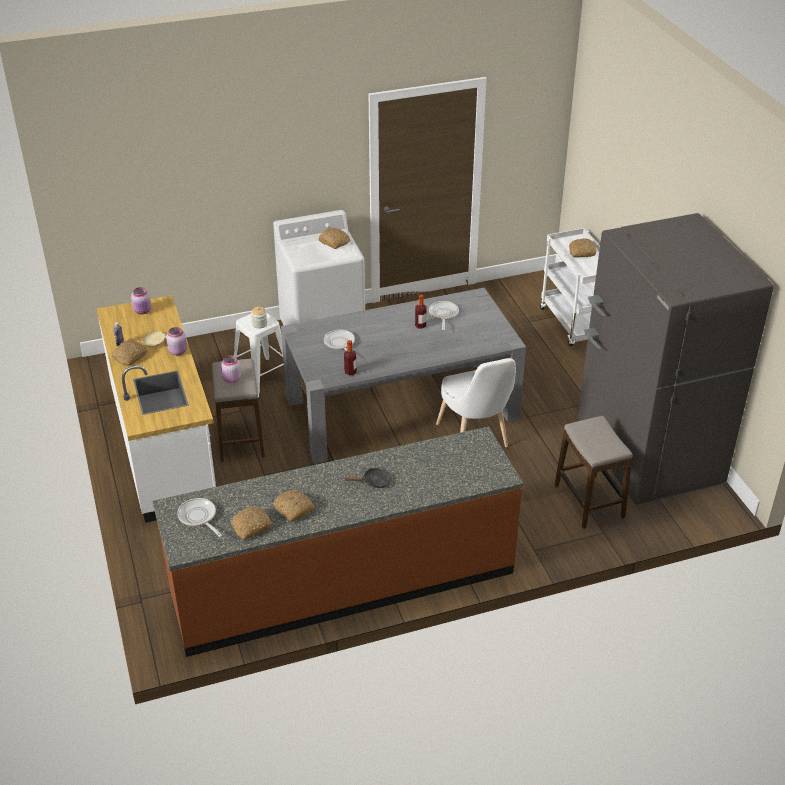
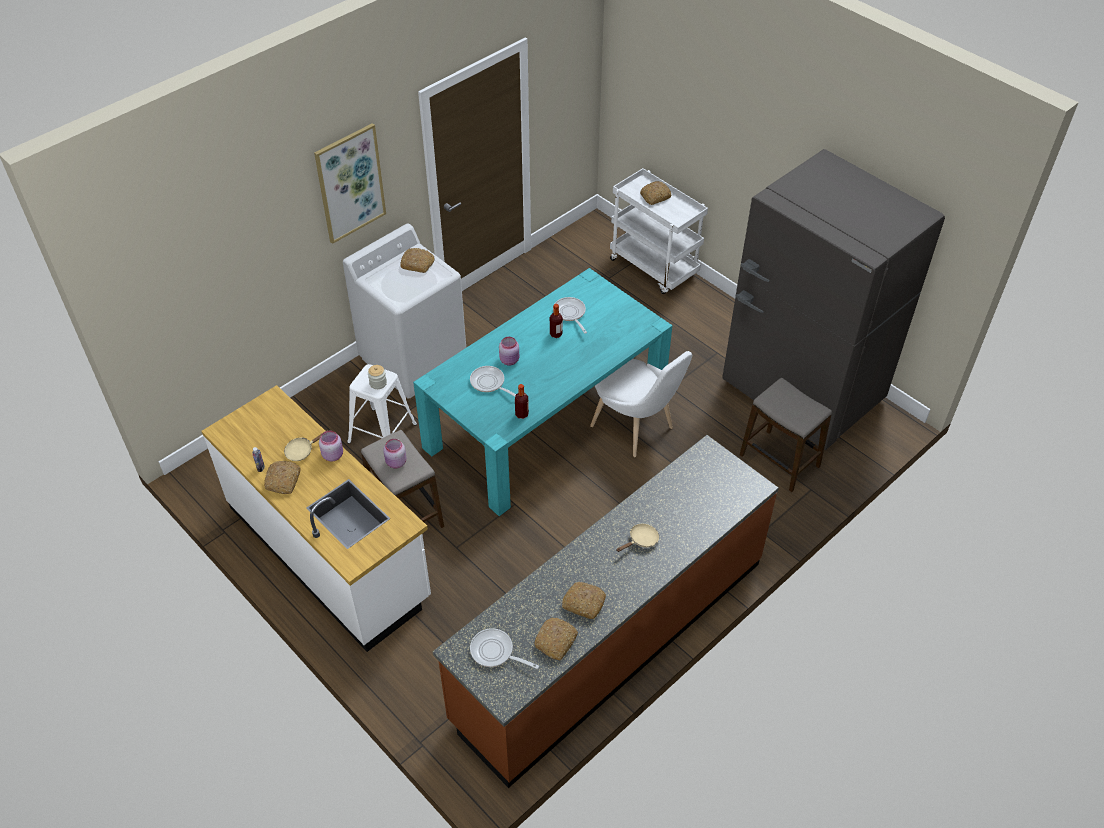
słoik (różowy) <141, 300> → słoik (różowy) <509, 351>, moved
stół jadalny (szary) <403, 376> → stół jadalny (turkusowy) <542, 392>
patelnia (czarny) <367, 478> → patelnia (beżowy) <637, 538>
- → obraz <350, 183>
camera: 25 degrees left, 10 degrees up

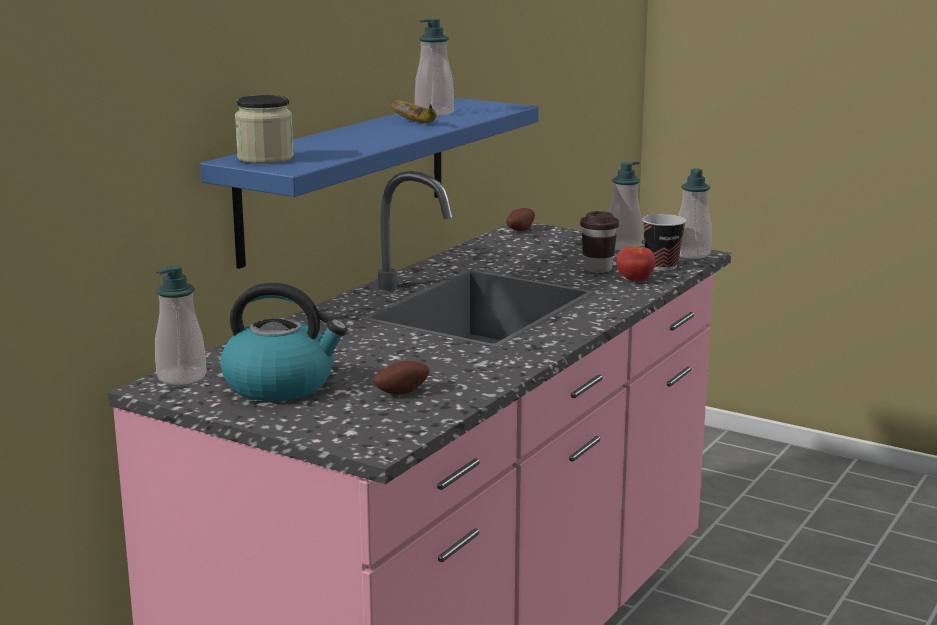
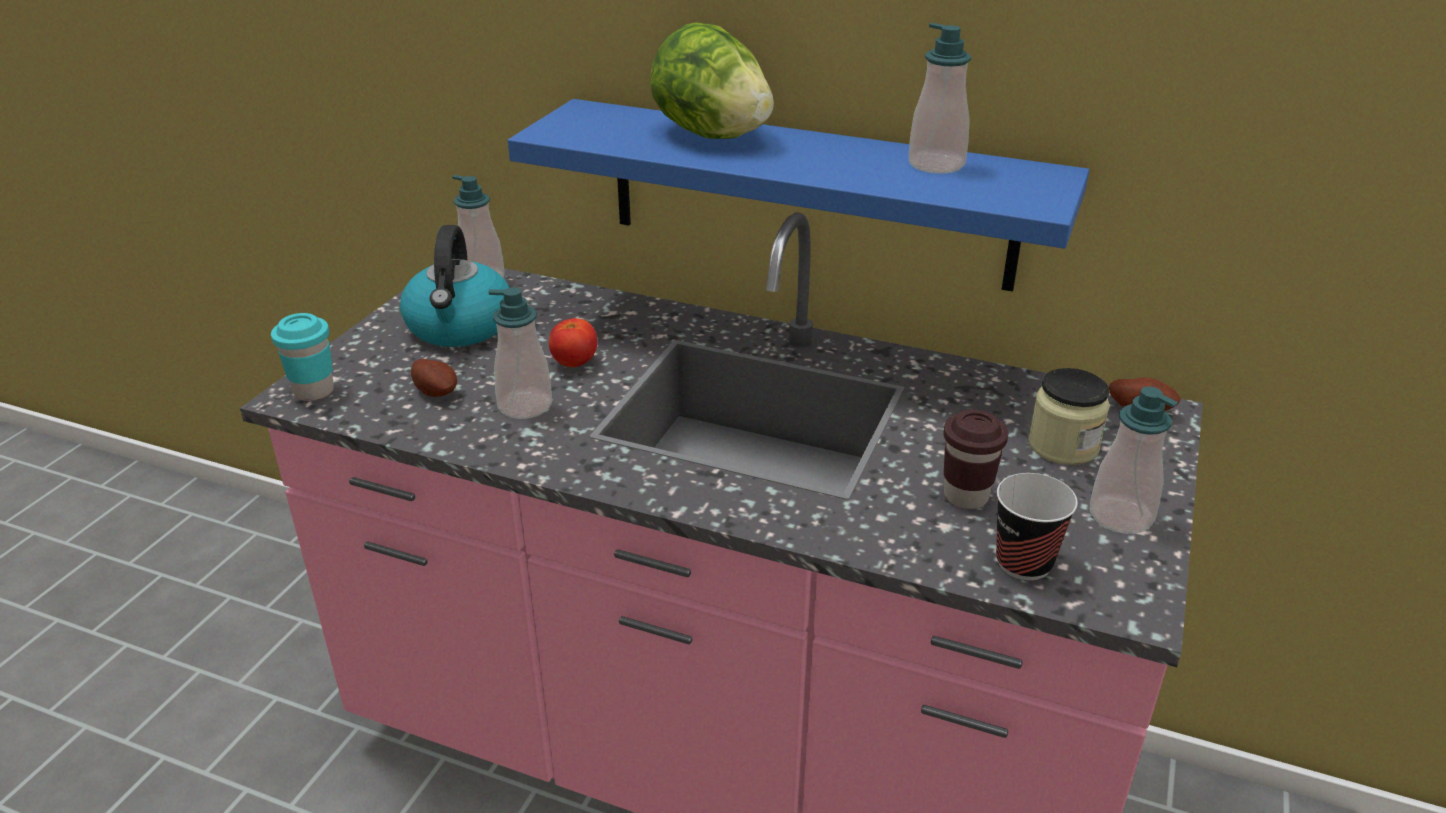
słoik <264, 129> → słoik <1069, 416>, moved
banan <413, 111> → -
pomidor <636, 263> → pomidor <573, 342>, moved
dozownik mydła <695, 213> → dozownik mydła <520, 353>, moved
- → filiżanka (turkusowy) <302, 357>
- → sałata <712, 80>
camera: 80 degrees right, 15 degrees up

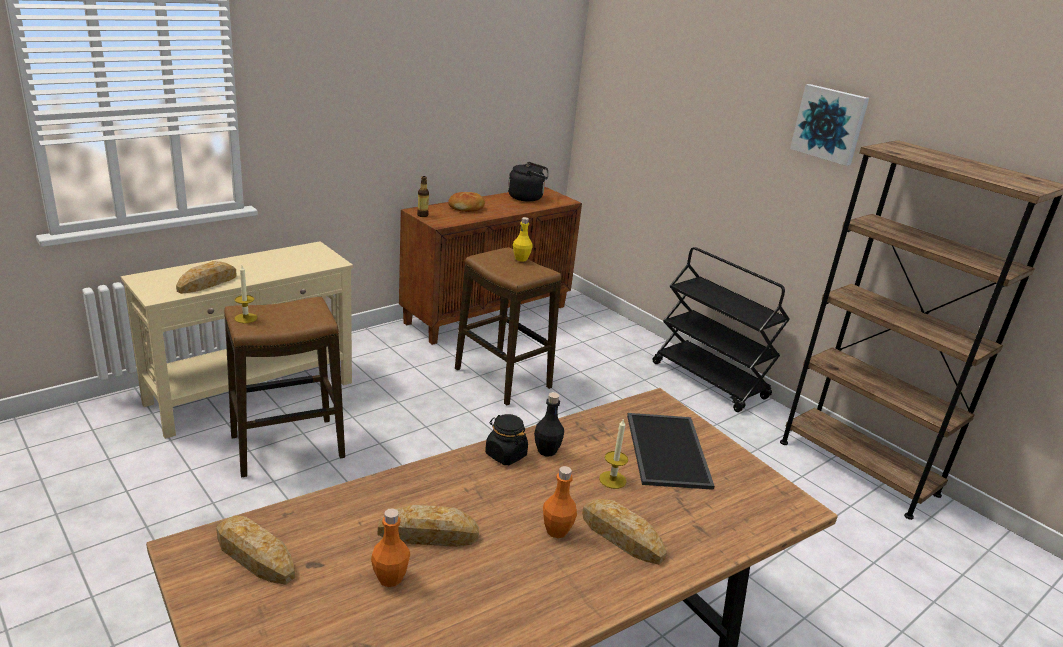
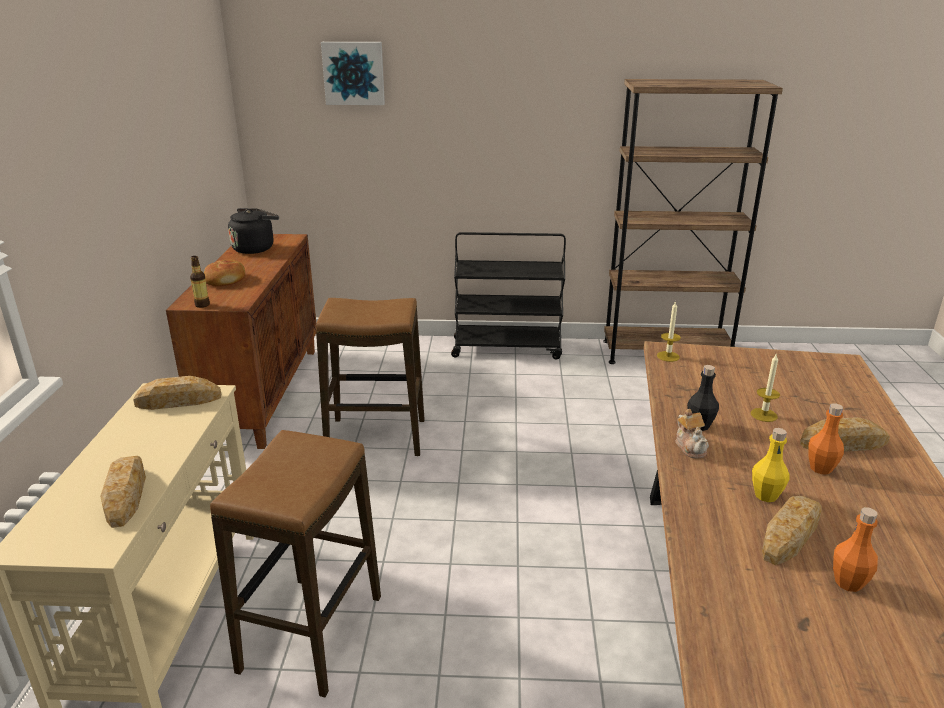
chleb <255, 550> → chleb <177, 393>, moved
świeca <246, 294> → świeca <669, 331>, moved
słoik (czarny) <506, 439> → imbryk <692, 434>
butelka (żółty) <523, 239> → butelka (żółty) <770, 465>, moved
taca <671, 451> → -
obraz <829, 125> → obraz <353, 73>, moved
camera: 45 degrees left, 0 degrees up

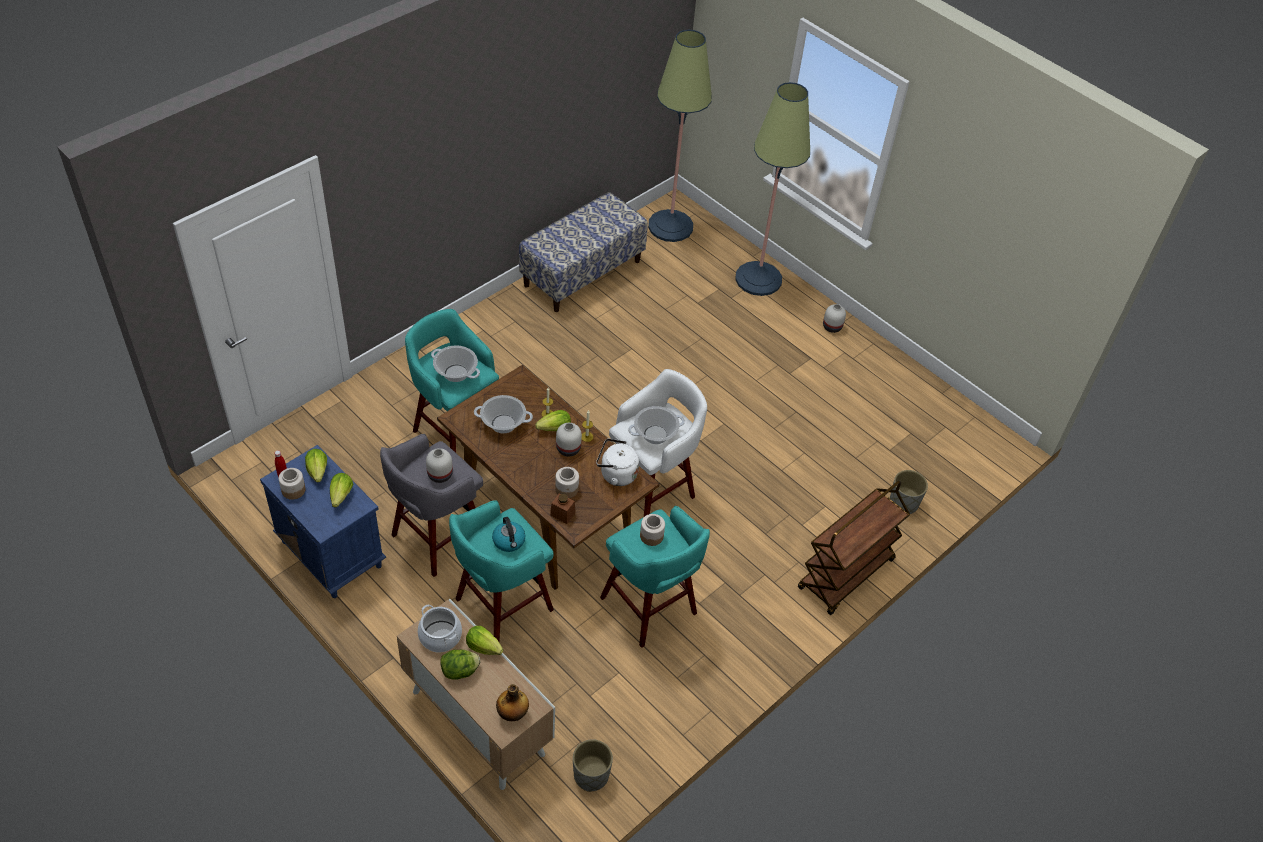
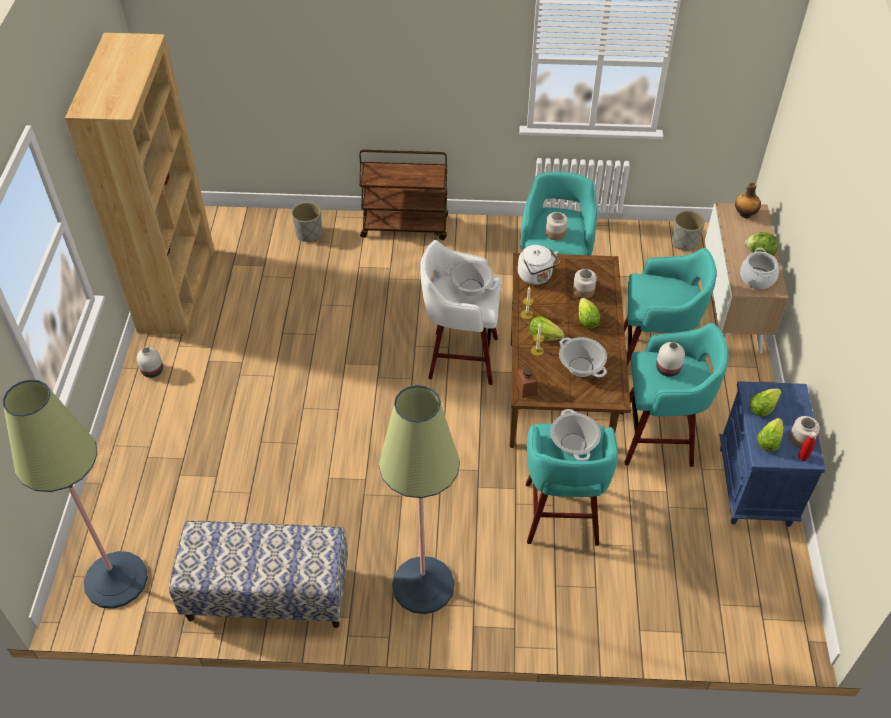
stołek (szary) <431, 505> → stołek (turkusowy) <674, 395>
sałata <484, 640> → sałata <589, 313>, moved
czajnik <508, 534> → -
słoik (brązowy) <562, 508> → słoik (brązowy) <527, 382>, moved
wazon (biały) <569, 440> → -
lampa stojąca <772, 189> → lampa stojąca <419, 499>, moved
- → regał (brązowy) <139, 183>
camera: 130 degrees left, 0 degrees up

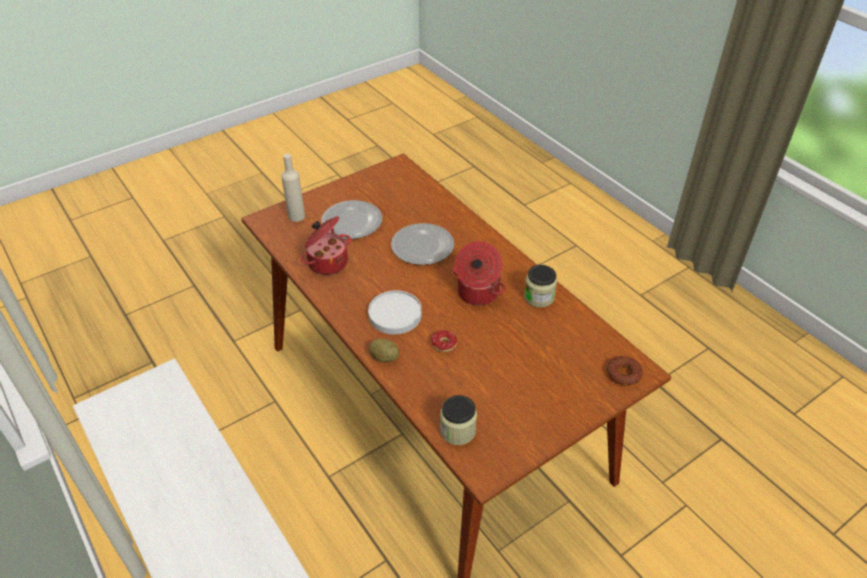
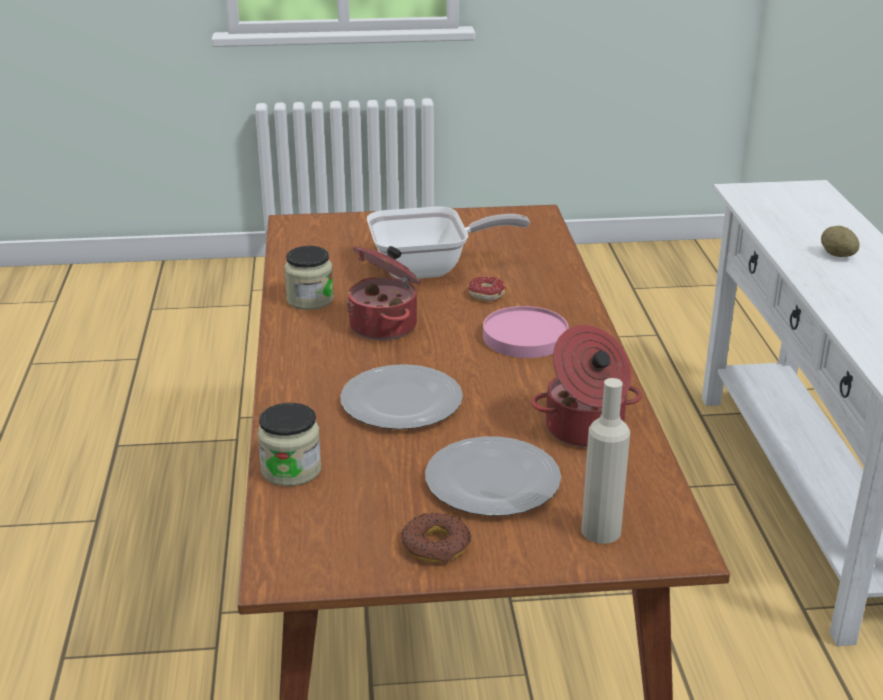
talerz (biały) <395, 312> → talerz (różowy) <526, 332>
ziemniak <384, 350> → ziemniak <840, 241>, moved
słoik <458, 420> → słoik <289, 444>, moved
donut <625, 371> → donut <436, 537>, moved
- → patelnia <448, 243>
camera: 150 degrees left, 15 degrees down

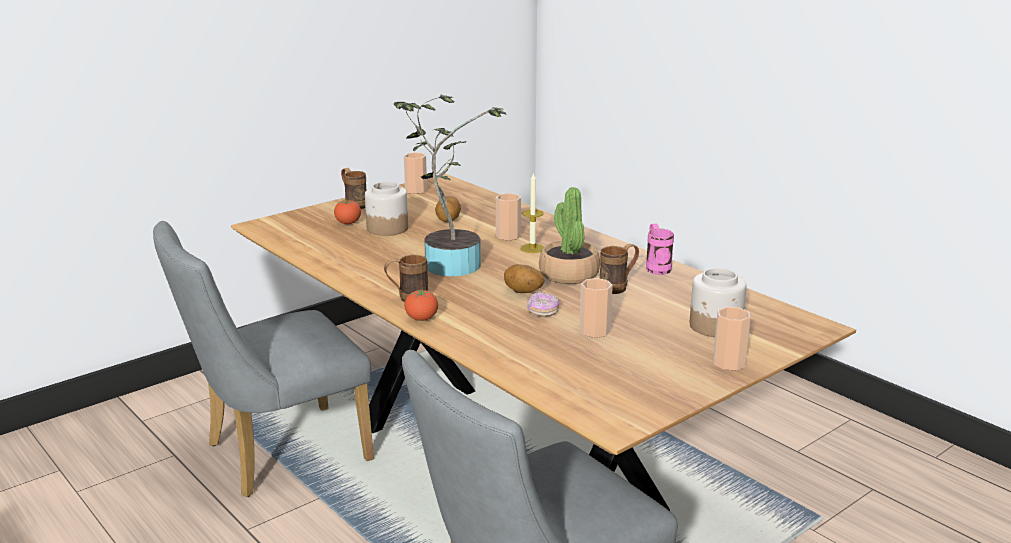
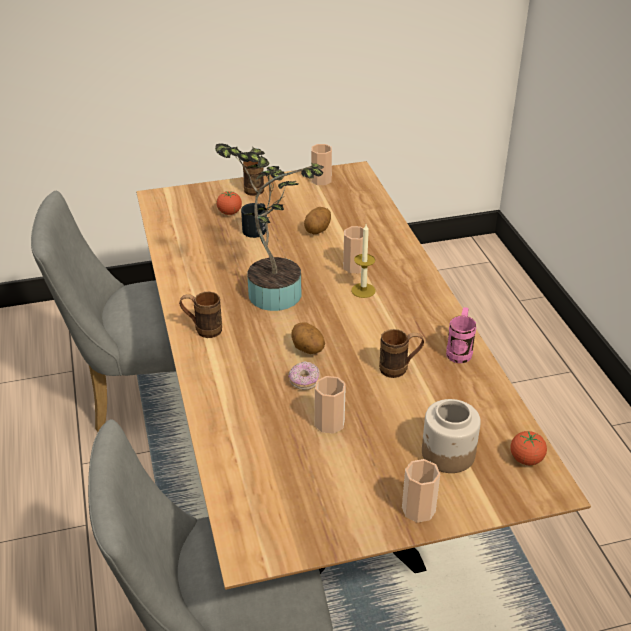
słoik <386, 209> → kubek (czarny) <253, 220>
pomidor <421, 305> → pomidor <529, 448>, moved
roślina doniczkowa <569, 235> → -
camera: 25 degrees right, 15 degrees up

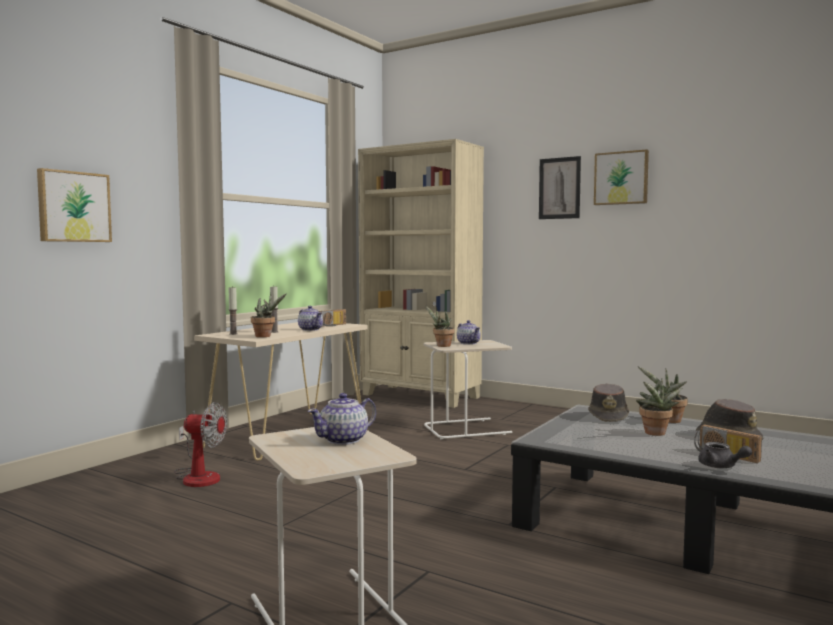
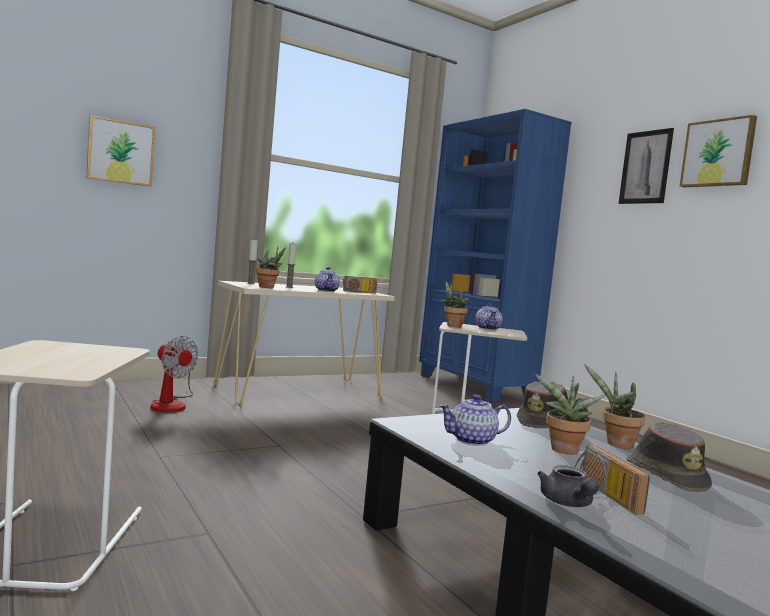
imbryk <342, 419> → imbryk <474, 420>, moved
regał (beżowy) <421, 273> → regał (niebieski) <495, 256>
camera: 25 degrees right, 0 degrees up

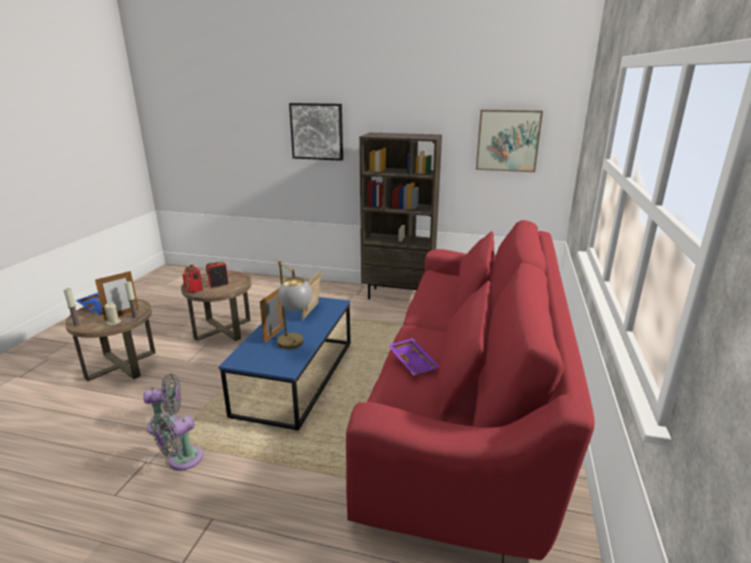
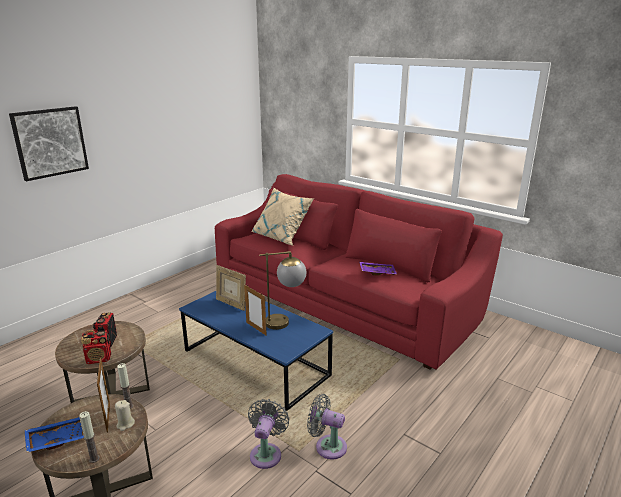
wentylator (szary) <176, 442> → wentylator (szary) <327, 426>, 135 degrees clockwise
regał (brązowy) <400, 216> → -
obraz <509, 141> → -
- → poduszka (beżowy) <283, 217>
camera: 65 degrees left, 0 degrees up

